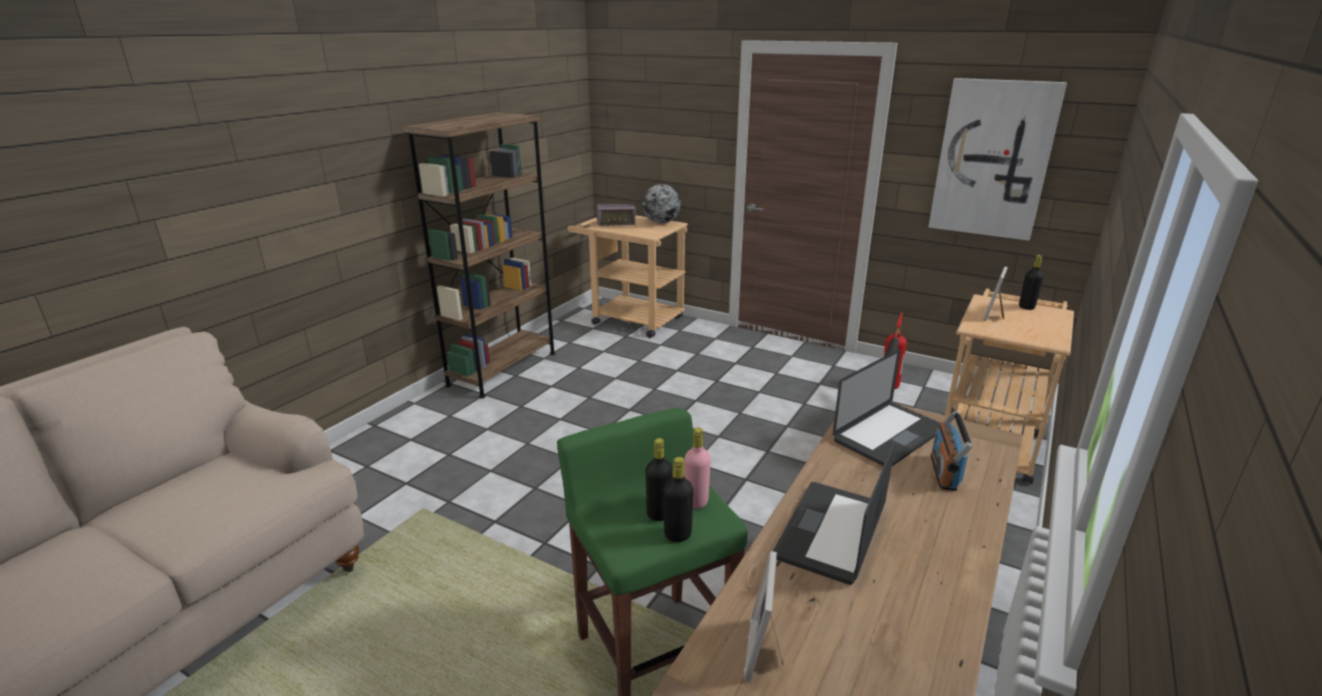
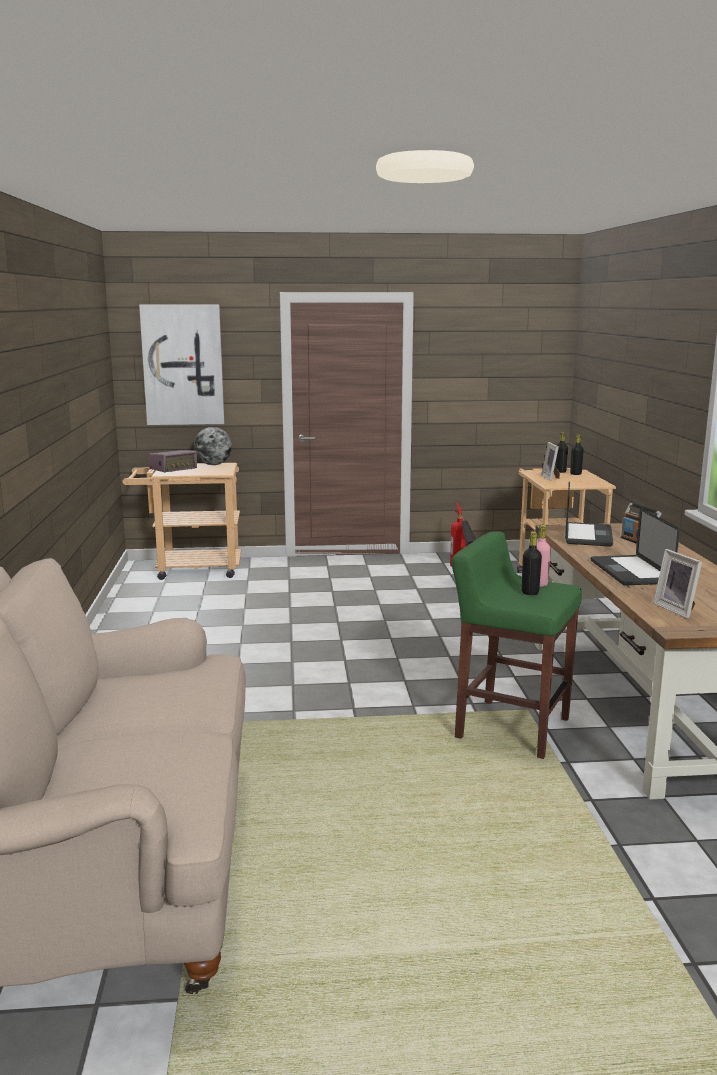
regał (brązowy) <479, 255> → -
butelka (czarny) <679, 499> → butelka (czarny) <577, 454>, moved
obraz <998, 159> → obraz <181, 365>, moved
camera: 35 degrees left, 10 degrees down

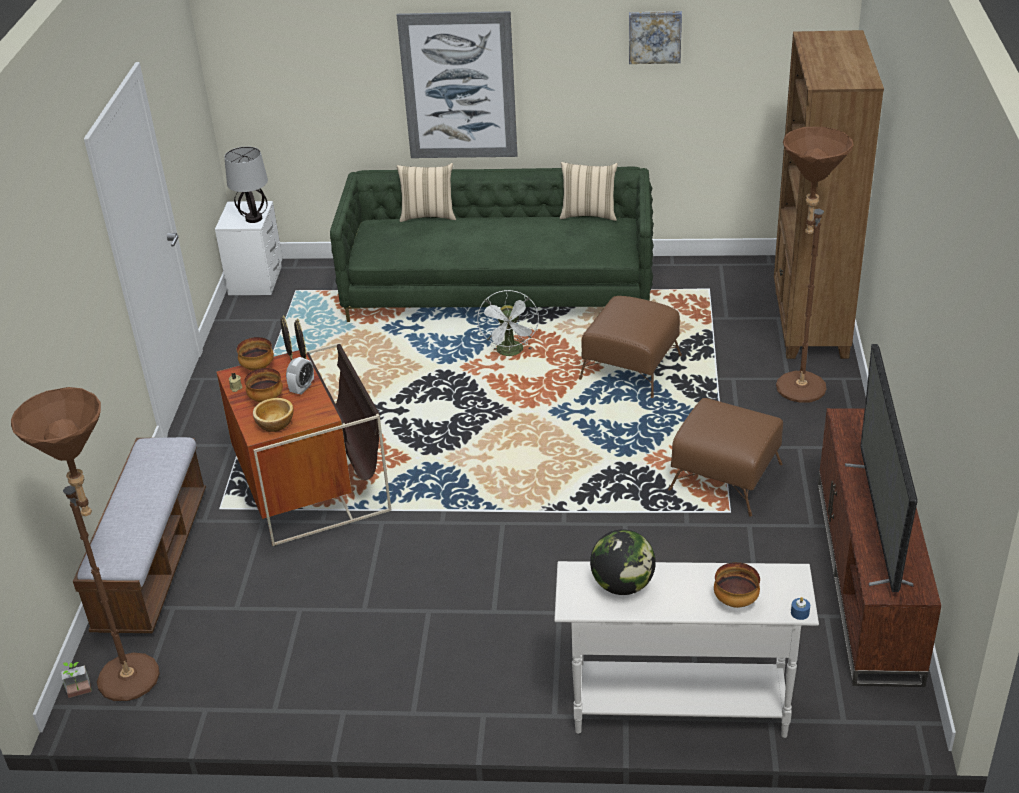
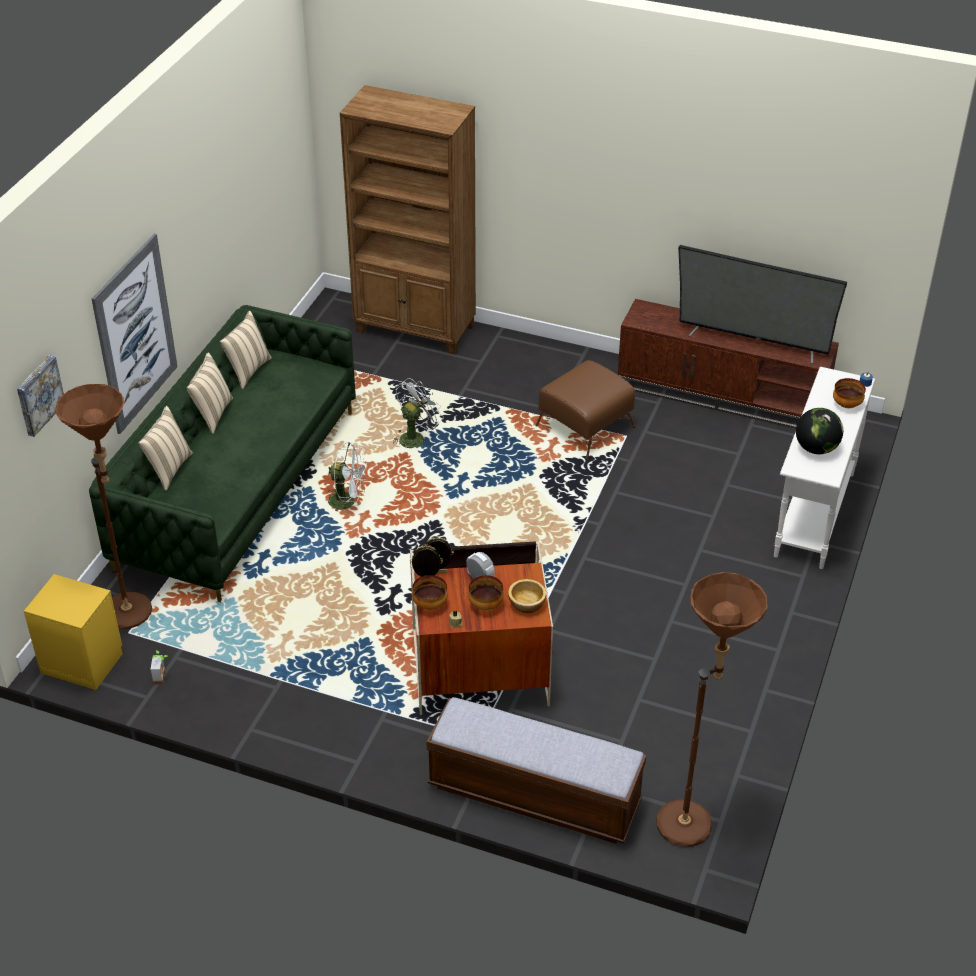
roślina doniczkowa <76, 680> → roślina doniczkowa <159, 667>, moved
szafka nocna (biały) <249, 248> → szafka nocna (żółty) <73, 632>
lampa stołowa <246, 184> → -
pufa (brązowy) <630, 347> → wentylator (biały) <418, 413>
obraz <655, 37> → obraz <40, 396>, moved
lampa stojąca (brązowy) <815, 265> → lampa stojąca (brązowy) <104, 506>, moved
- → poduszka (beżowy) <210, 393>
camera: 75 degrees left, 5 degrees up

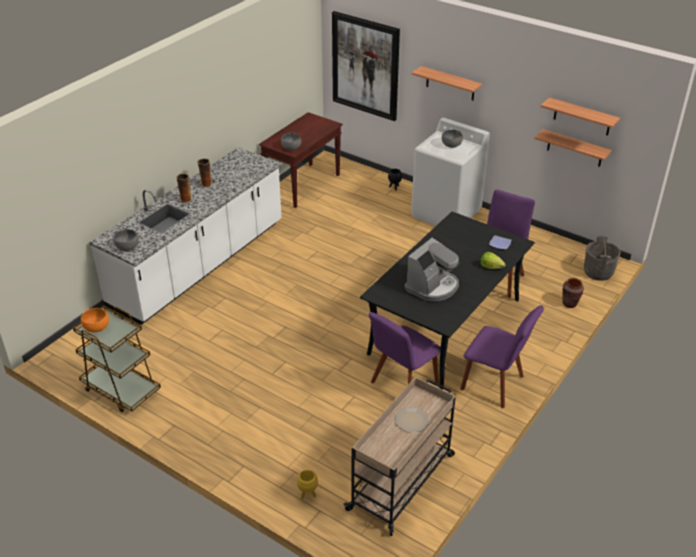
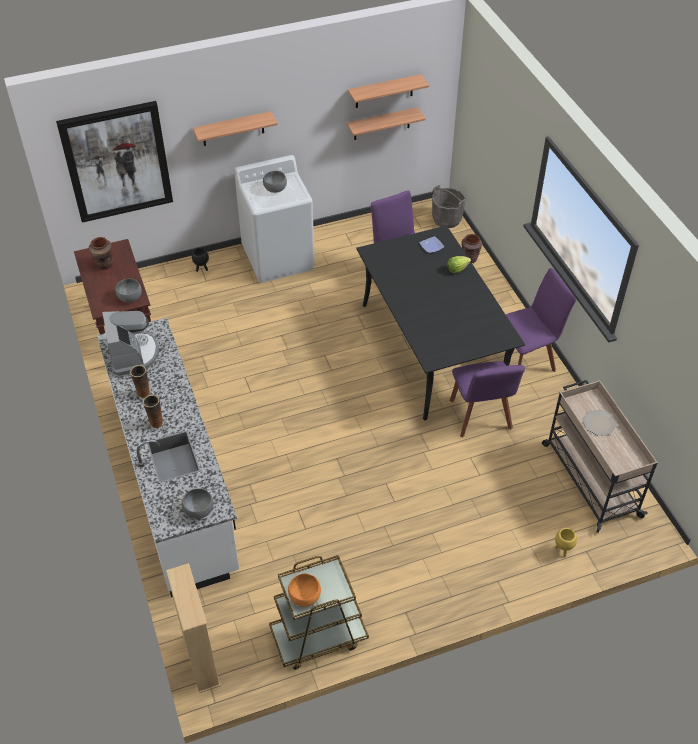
ekspres do kawy <432, 269> → ekspres do kawy <130, 343>, moved
- → wazon (brązowy) <101, 253>
- → regał (beżowy) <193, 628>
camera: 55 degrees left, 10 degrees up

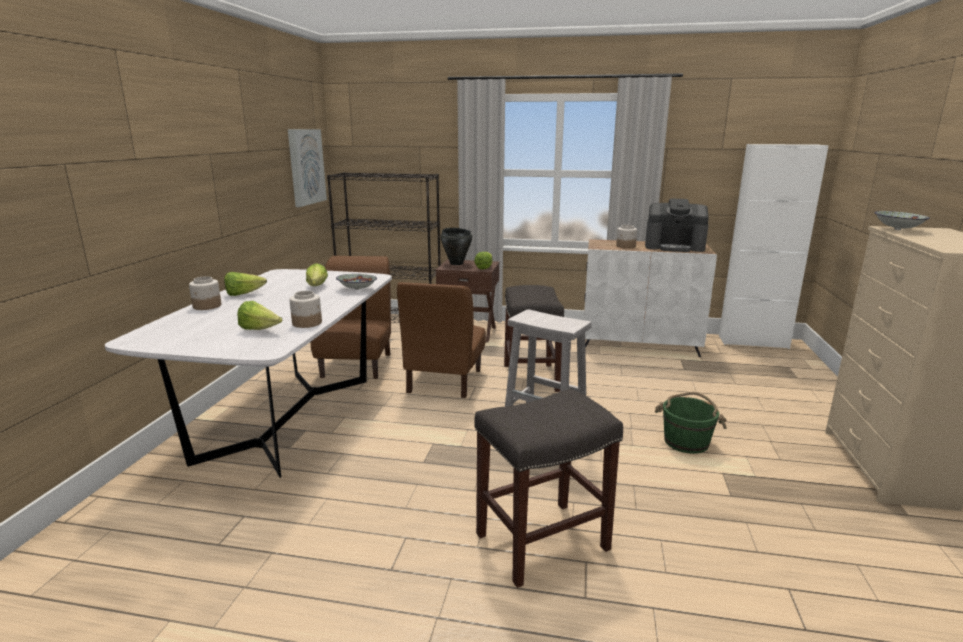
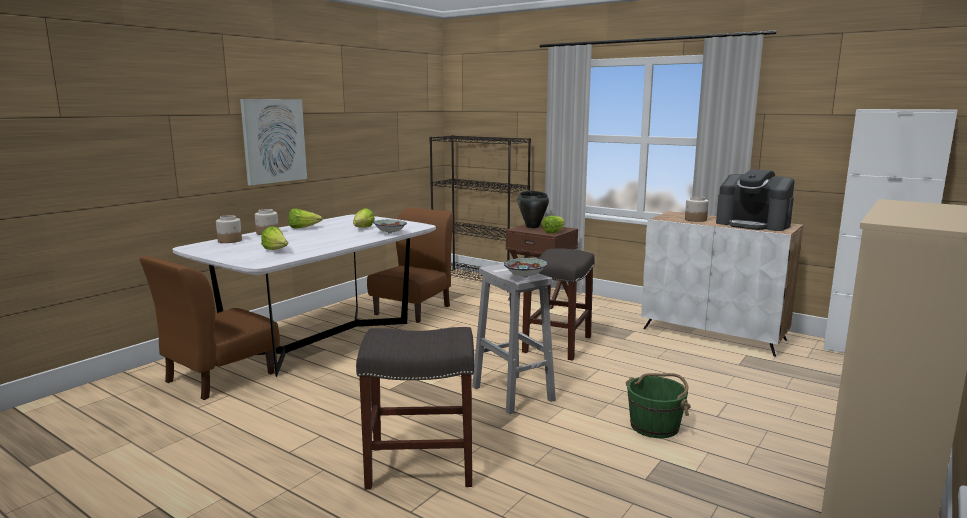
obraz <307, 168> → obraz <273, 142>, moved
słoik <305, 309> → słoik <229, 229>, moved
krzesło (brązowy) <441, 340> → krzesło (brązowy) <210, 328>, moved
miska <902, 220> → miska <526, 268>, moved
camera: 25 degrees right, 5 degrees down

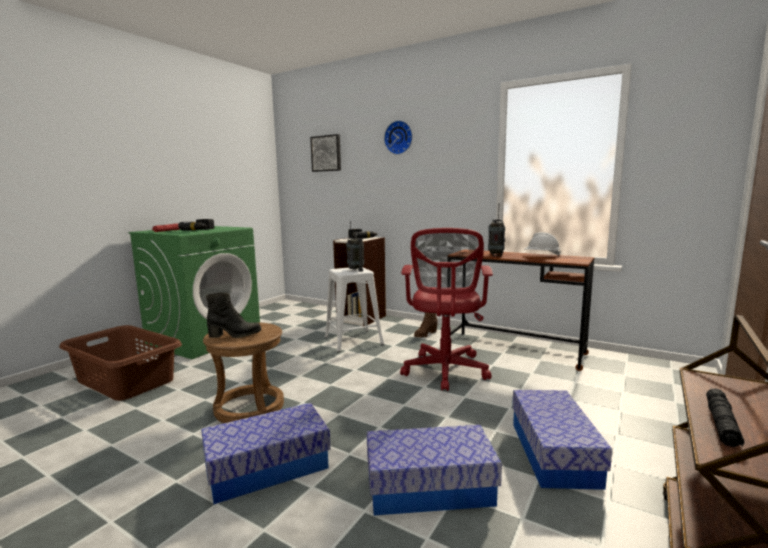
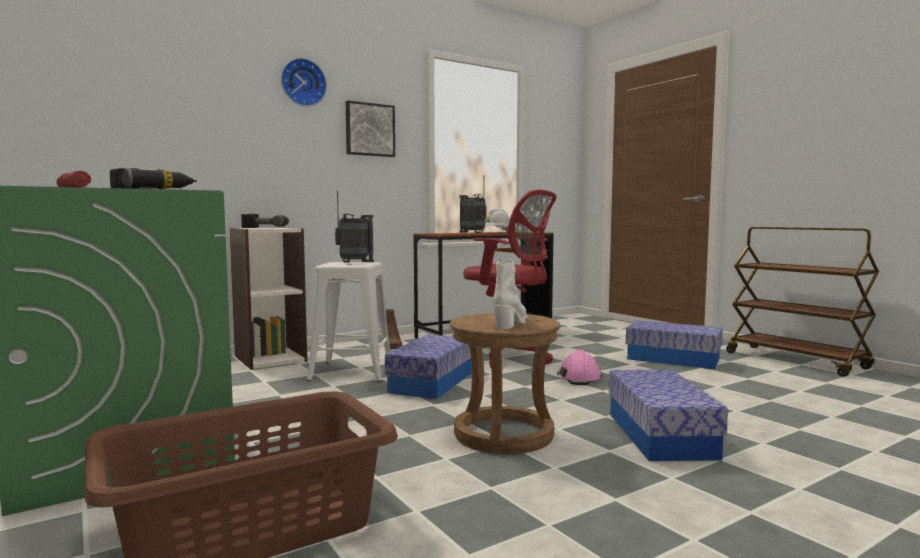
but z cholewką (czarny) <233, 315> → but z cholewką (biały) <510, 294>
obraz <325, 153> → obraz <370, 129>, moved
pojemnik do przechowywania <434, 470> → pojemnik do przechowywania <428, 366>, moved
latarka (czarny) <725, 417> → -
- → kask (różowy) <580, 367>
camera: 65 degrees left, 5 degrees down

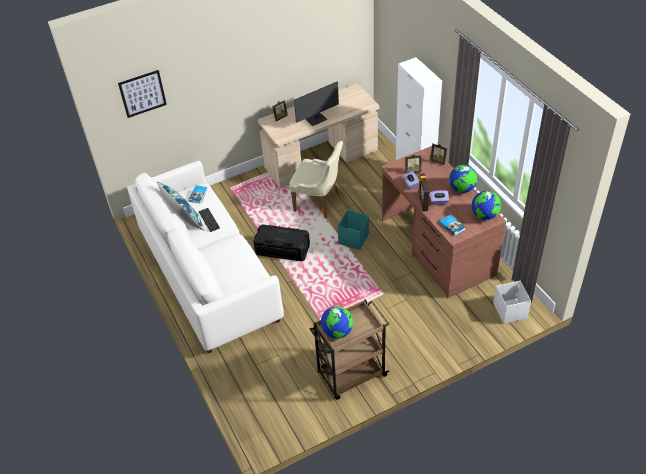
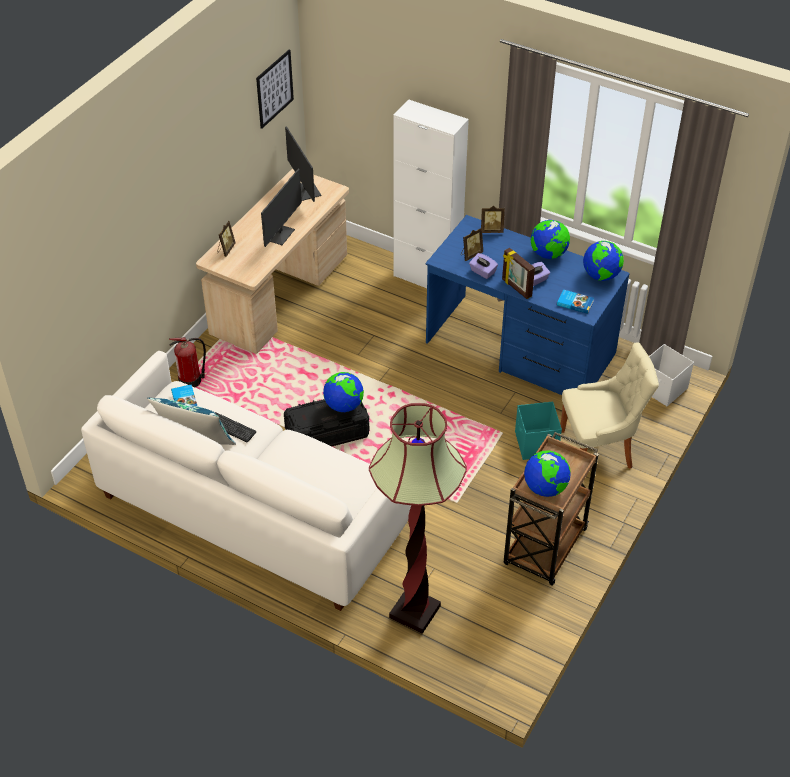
obraz <142, 94> → obraz <275, 89>, moved
krzesło (beżowy) <316, 179> → krzesło (beżowy) <610, 405>, moved
pojemnik do przechowywania (turkusowy) <353, 230> → pojemnik do przechowywania (turkusowy) <538, 431>, moved
biurko (brązowy) <443, 222> → biurko (niebieski) <527, 305>
- → gaśnica <187, 362>
- → monitor <303, 164>
- → globus <343, 392>
- → lampa stojąca <418, 518>
camera: 35 degrees left, 0 degrees up

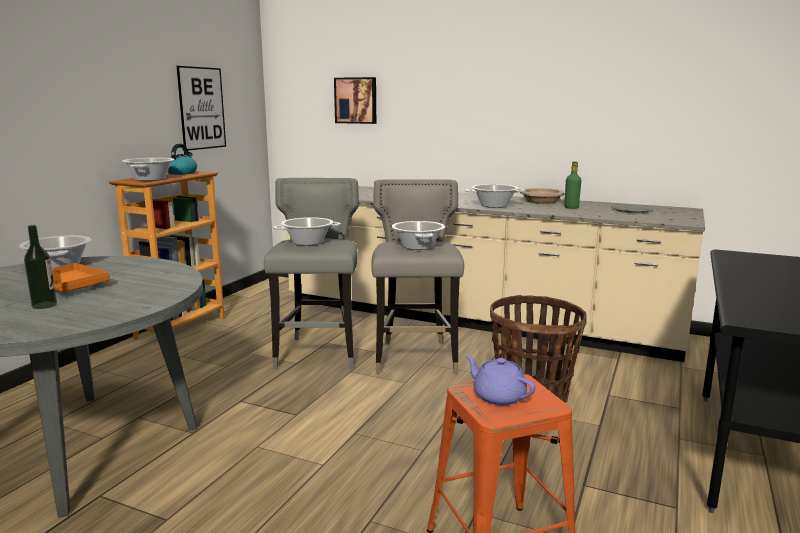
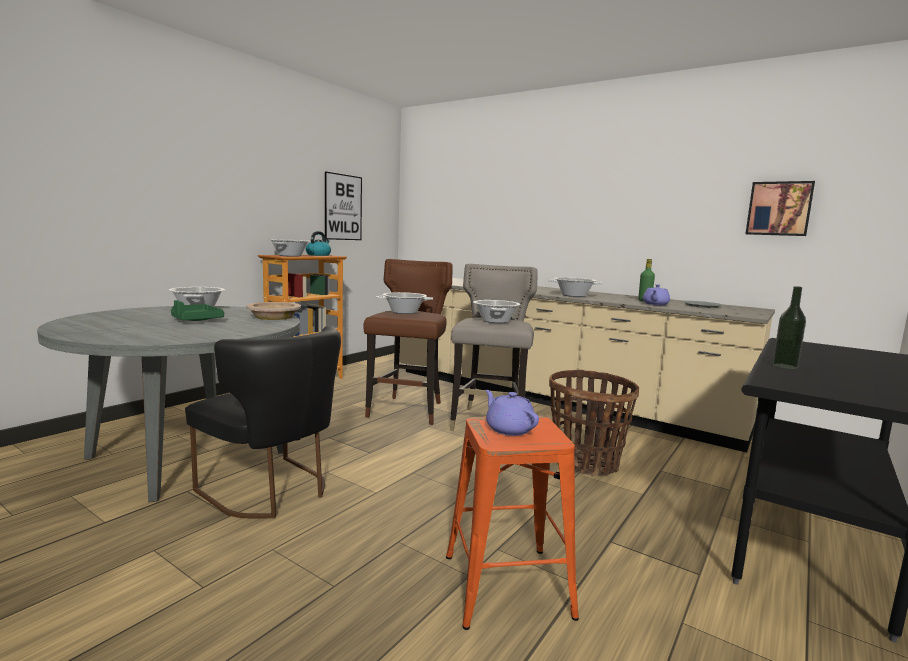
butelka <40, 267> → butelka <789, 328>, moved
taca (pomarańczowy) <81, 277> → taca (zielony) <197, 310>
stołek (szary) <311, 273> → stołek (brązowy) <407, 342>
obraz <355, 100> → obraz <780, 208>, moved
miska (beżowy) <542, 196> → miska (beżowy) <273, 311>, moved
- → krzesło (czarny) <263, 422>
- → imbryk (fioletowy) <656, 294>
camera: 10 degrees right, 5 degrees down

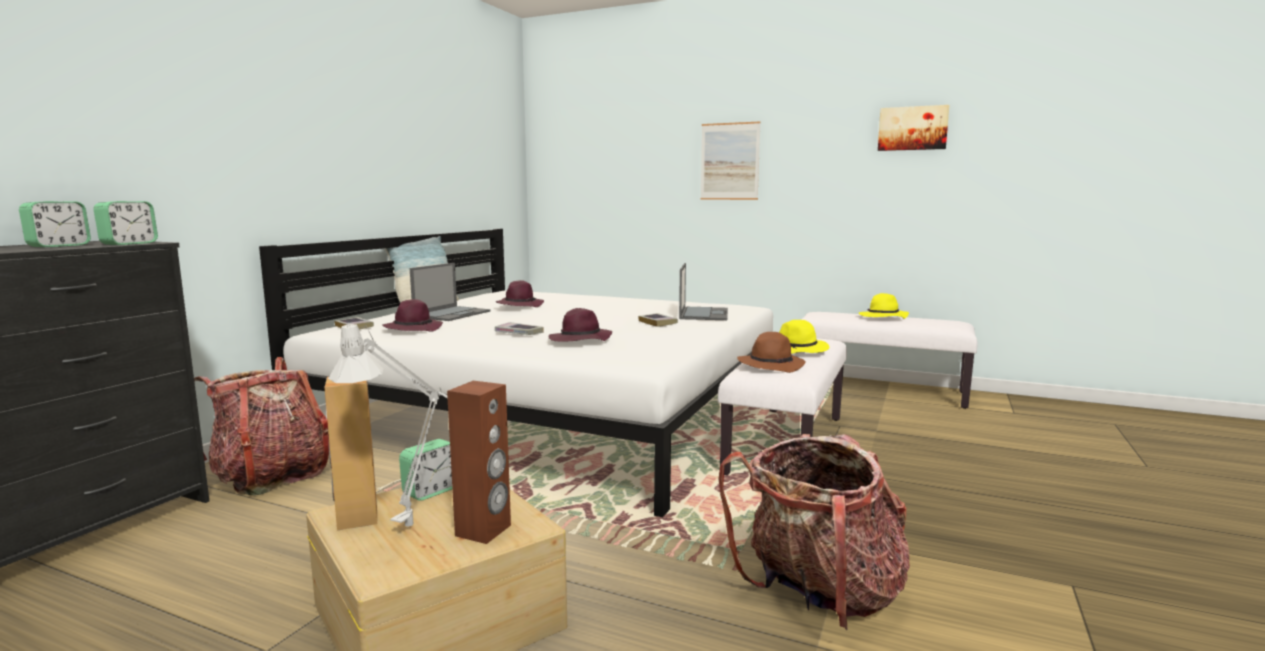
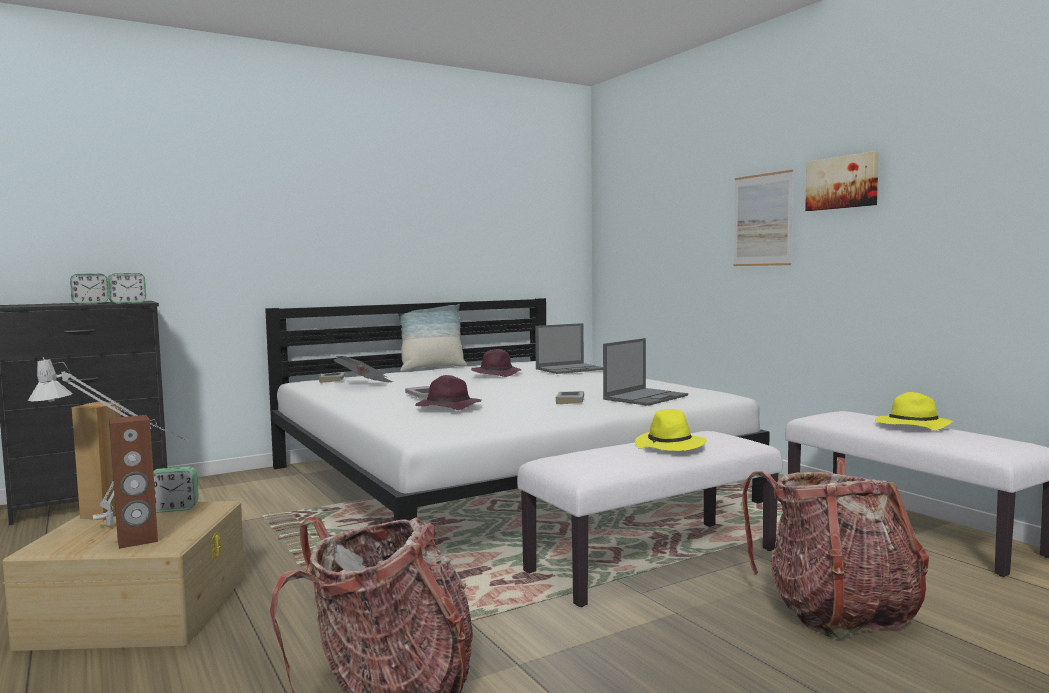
plecak <261, 426> → plecak <835, 548>, moved
kapelusz (fioletowy) <412, 315> → gazeta <363, 369>
laptop <450, 292> → laptop <569, 348>, moved
kapelusz (brązowy) <771, 352> → -
obraz <913, 128> → obraz <842, 181>, moved
camera: 35 degrees right, 5 degrees down

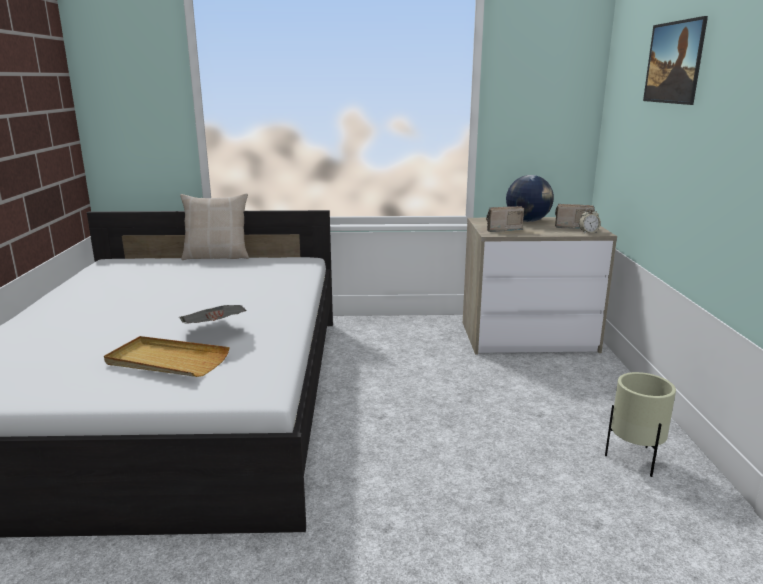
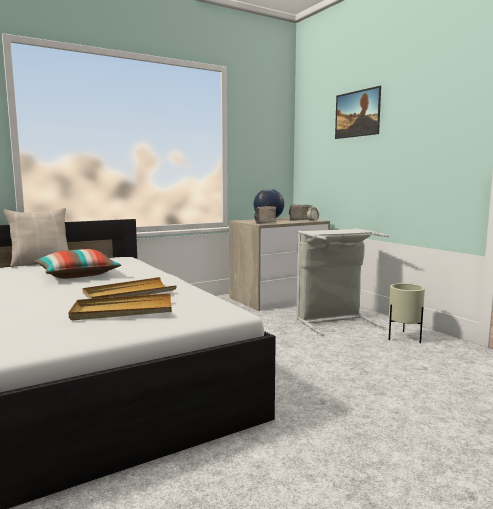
gazeta <212, 314> → taca (beżowy) <130, 288>
- → poduszka <77, 264>
- → kosz na pranie (szary) <342, 282>
camera: 30 degrees left, 10 degrees down

